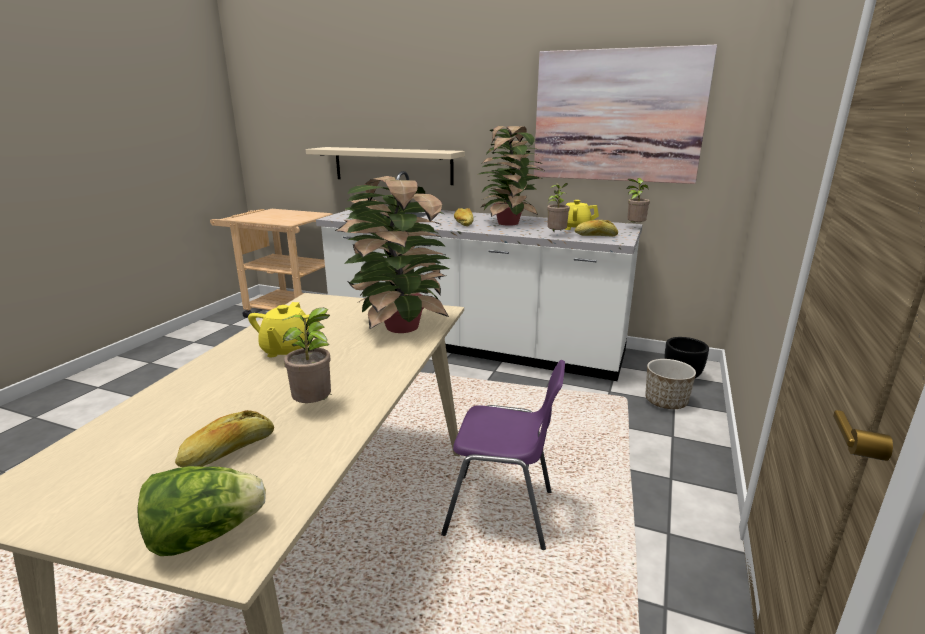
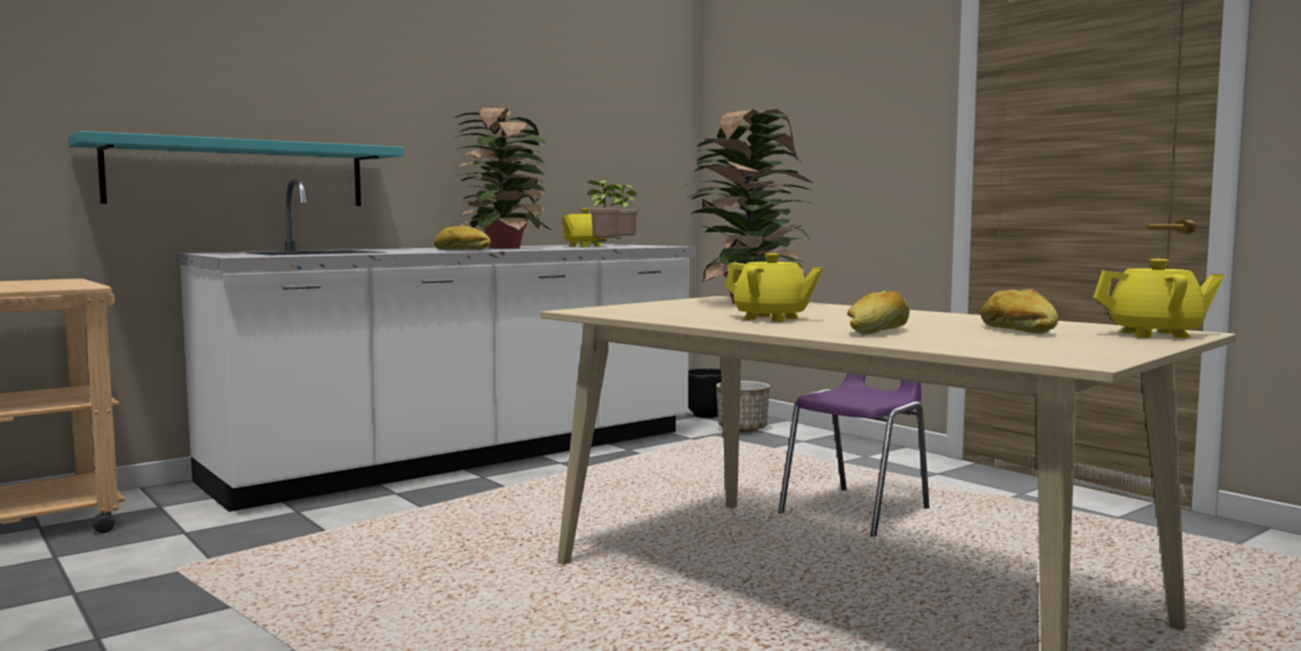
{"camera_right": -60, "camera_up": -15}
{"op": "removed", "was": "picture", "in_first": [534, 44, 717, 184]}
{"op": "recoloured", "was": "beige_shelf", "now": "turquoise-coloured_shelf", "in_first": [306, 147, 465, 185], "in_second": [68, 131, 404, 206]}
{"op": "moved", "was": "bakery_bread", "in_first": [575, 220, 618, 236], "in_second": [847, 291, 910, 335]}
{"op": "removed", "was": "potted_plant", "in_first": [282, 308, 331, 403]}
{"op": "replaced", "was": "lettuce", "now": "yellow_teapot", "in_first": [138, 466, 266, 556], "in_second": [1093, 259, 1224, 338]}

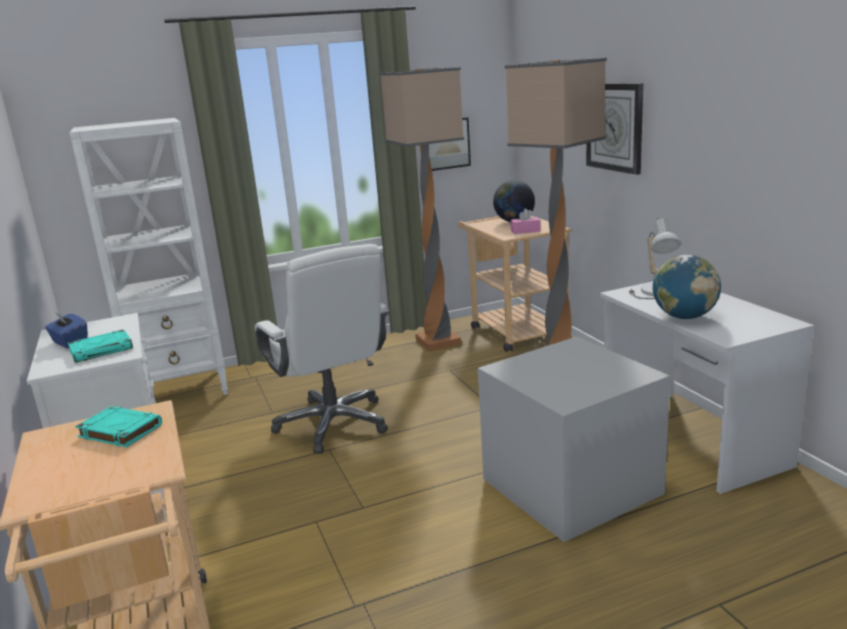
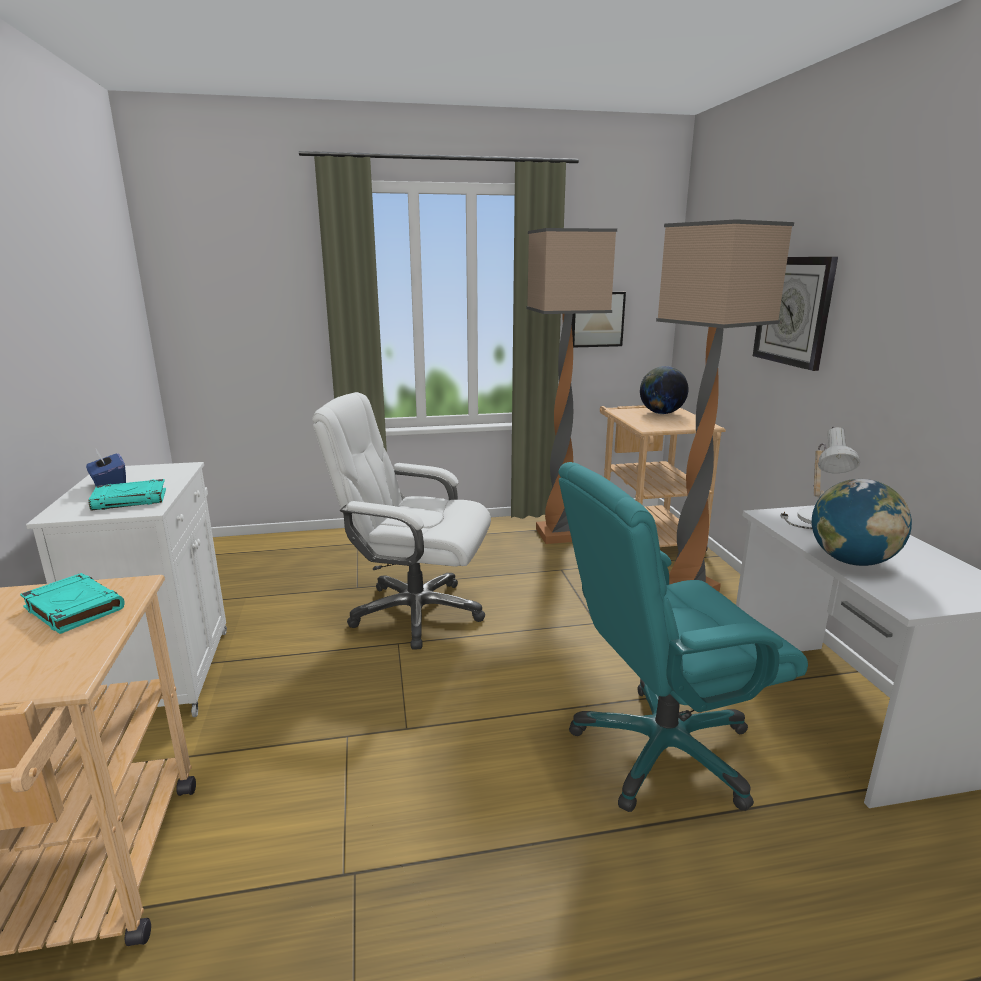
{"camera_right": 10, "camera_up": 0}
{"op": "removed", "was": "whitish_bookcase", "in_first": [69, 118, 228, 395]}
{"op": "removed", "was": "pink-coloured_tissue_holder", "in_first": [510, 209, 541, 234]}
{"op": "turned", "was": "whitish_office_chair", "in_first": [254, 244, 390, 454], "in_second": [312, 392, 491, 650], "clockwise": 120}
{"op": "replaced", "was": "gray_storage_box", "now": "turquoise-coloured_office_chair", "in_first": [478, 337, 670, 542], "in_second": [559, 462, 808, 812]}

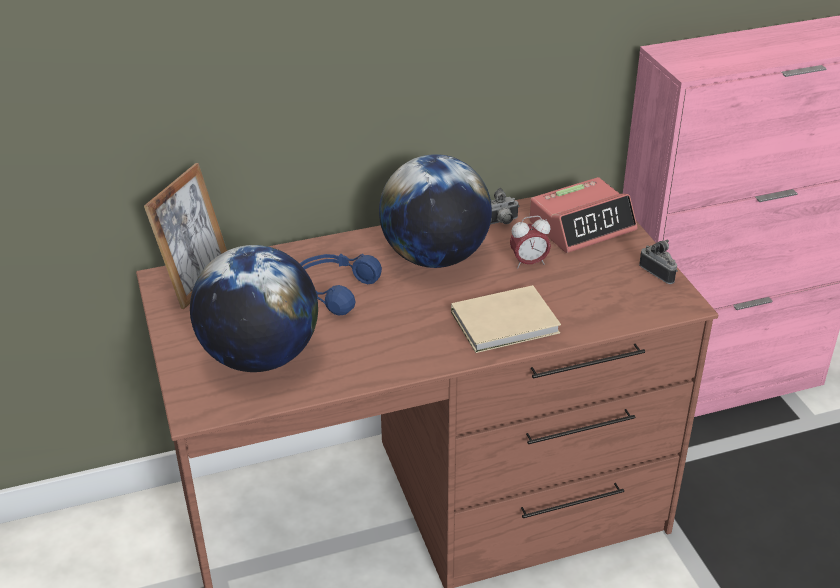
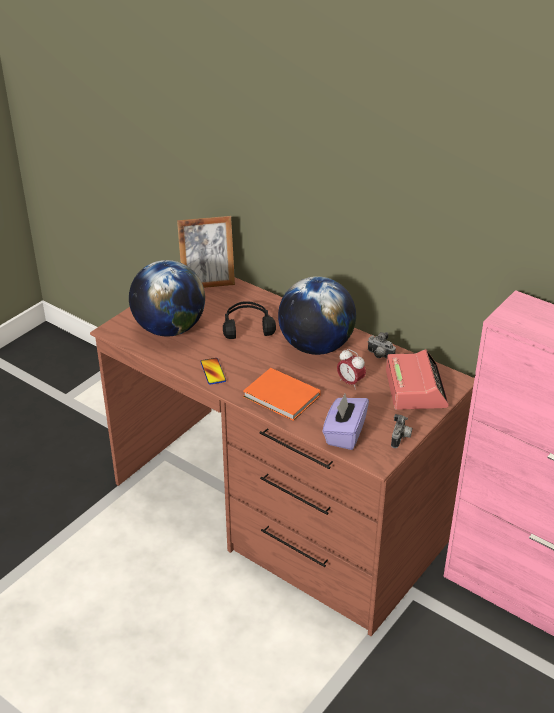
{"camera_right": 55, "camera_up": 0}
{"op": "turned", "was": "table_clock", "in_first": [529, 177, 637, 253], "in_second": [386, 349, 449, 410], "clockwise": -120}
{"op": "recoloured", "was": "blue_headset", "now": "blackish_headset", "in_first": [300, 254, 382, 316], "in_second": [223, 301, 276, 339]}
{"op": "recoloured", "was": "beige_volume", "now": "orangey_volume", "in_first": [451, 285, 561, 353], "in_second": [243, 368, 321, 421]}
{"op": "added", "now": "phone", "in_second": [200, 358, 226, 385]}
{"op": "added", "now": "purple_tissue_holder", "in_second": [322, 394, 369, 450]}

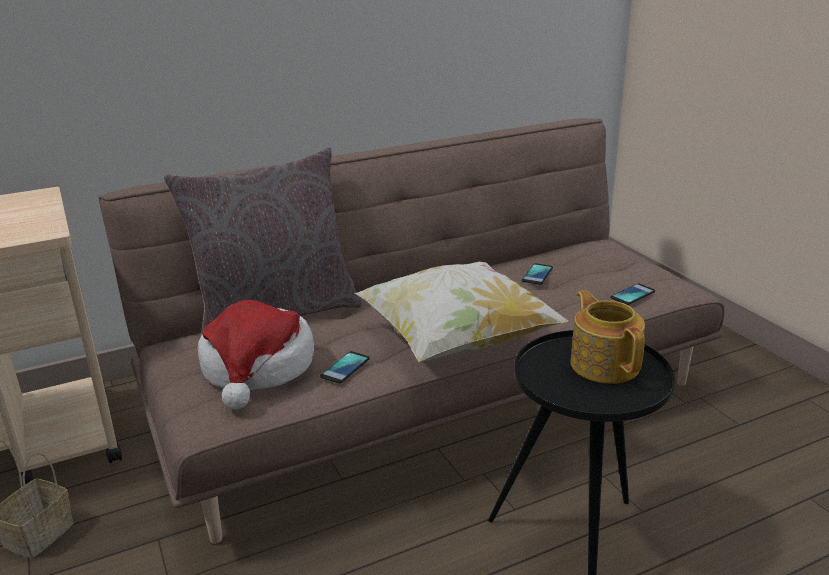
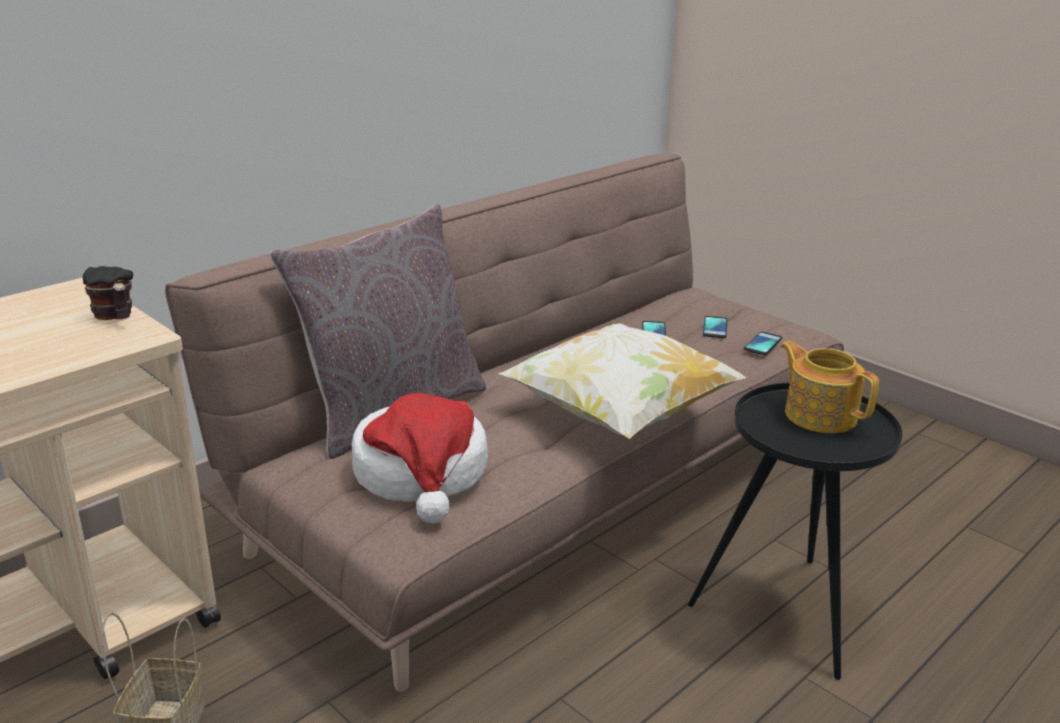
{"camera_right": -20, "camera_up": 0}
{"op": "moved", "was": "phone", "in_first": [320, 351, 370, 383], "in_second": [703, 316, 727, 338]}
{"op": "added", "now": "tea_mug", "in_second": [83, 266, 133, 320]}

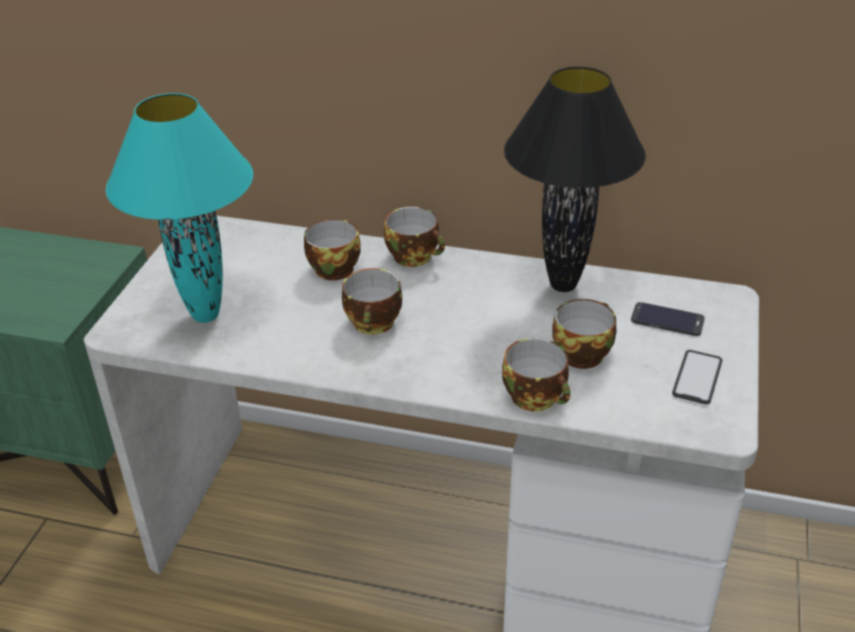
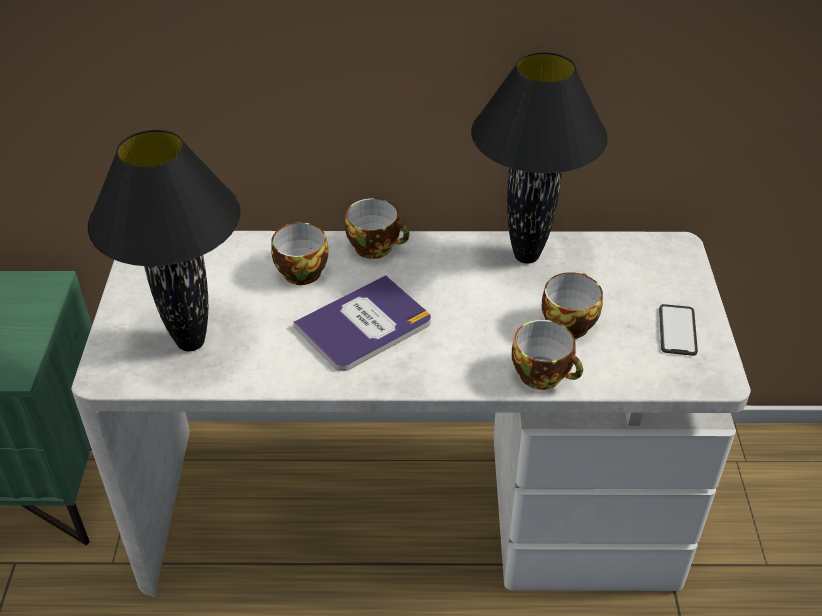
{"camera_right": -15, "camera_up": 5}
{"op": "recoloured", "was": "turquoise-coloured_table_lamp", "now": "blackish_table_lamp", "in_first": [106, 93, 253, 323], "in_second": [88, 130, 241, 351]}
{"op": "replaced", "was": "drinking_cup", "now": "volume", "in_first": [342, 268, 402, 335], "in_second": [293, 275, 431, 371]}
{"op": "removed", "was": "phone", "in_first": [631, 302, 705, 336]}

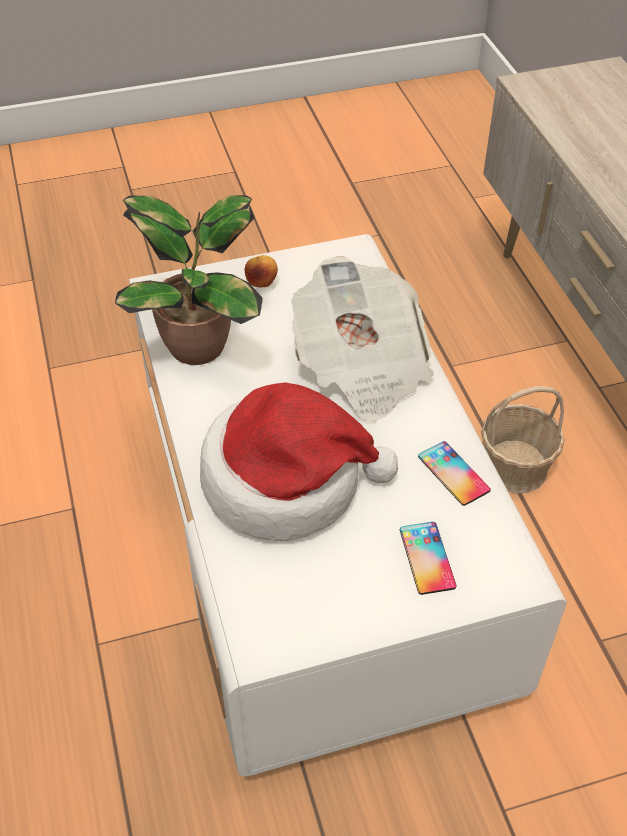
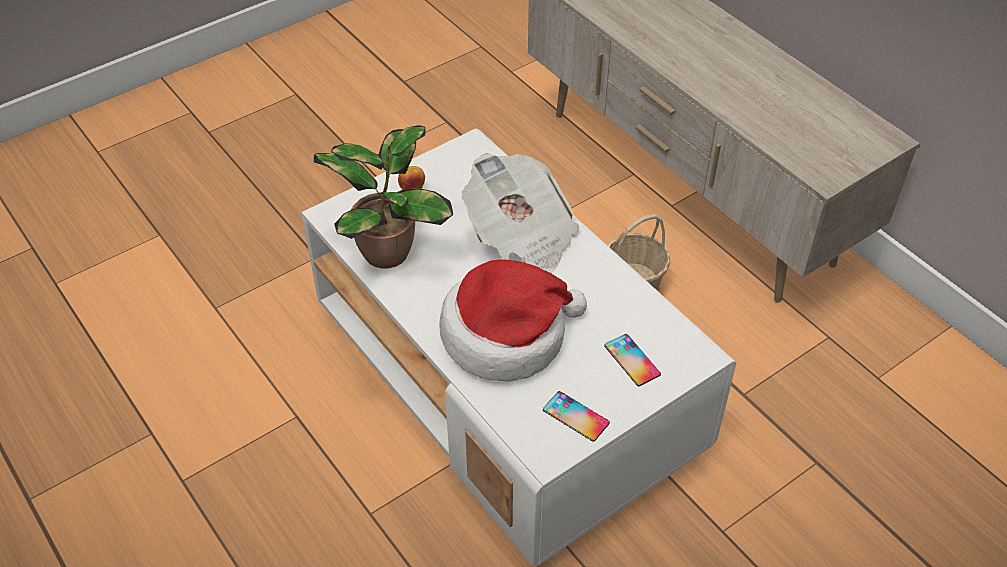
{"camera_right": -20, "camera_up": 0}
{"op": "moved", "was": "phone", "in_first": [418, 441, 491, 506], "in_second": [543, 391, 610, 442]}

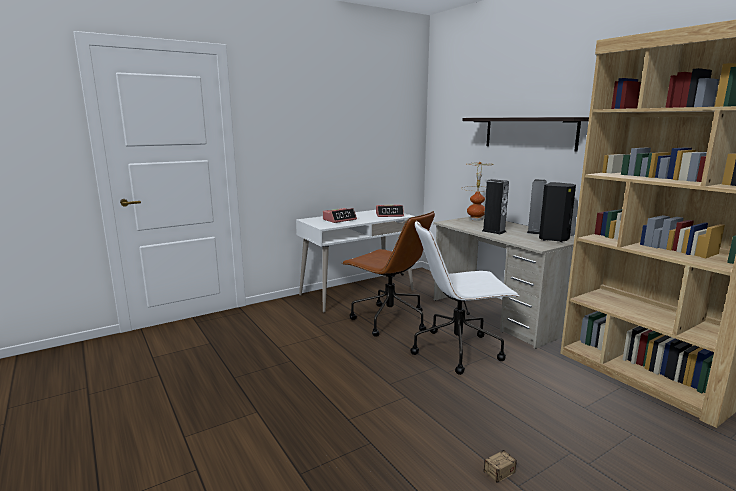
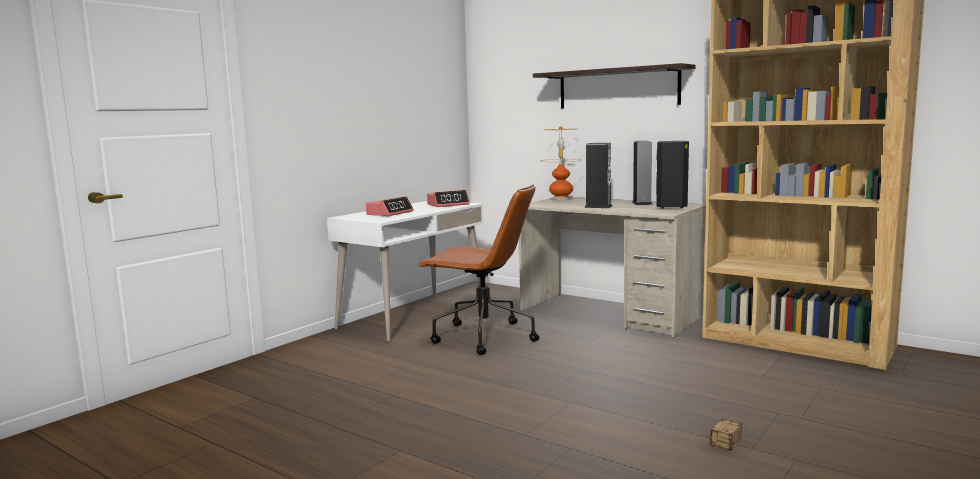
{"camera_right": -20, "camera_up": -5}
{"op": "removed", "was": "whitish_office_chair", "in_first": [411, 221, 519, 375]}

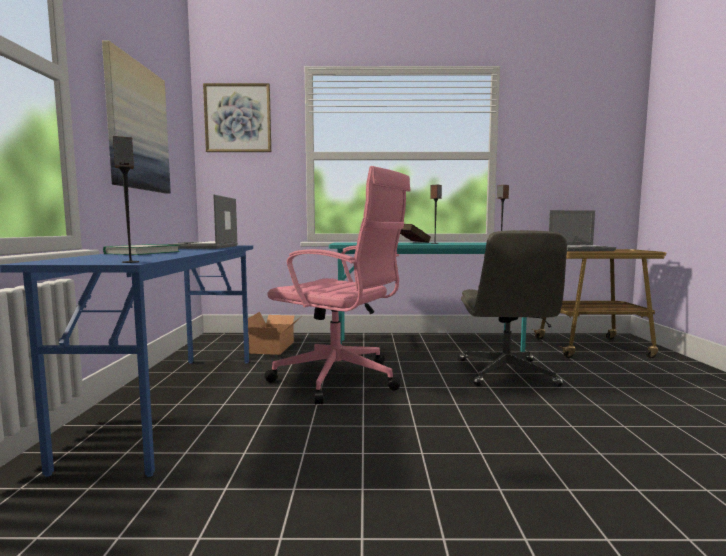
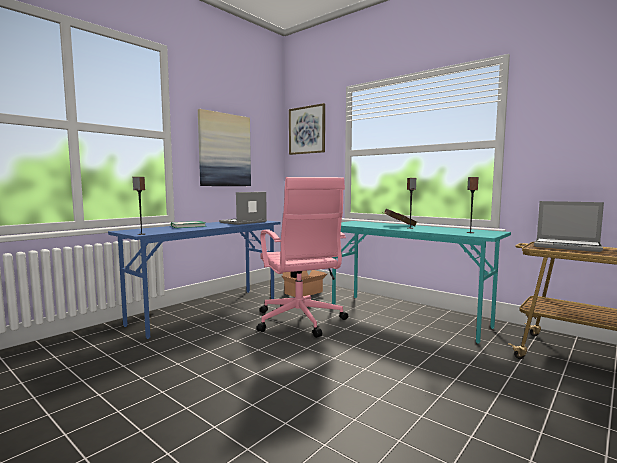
{"camera_right": 40, "camera_up": 0}
{"op": "removed", "was": "gray_office_chair", "in_first": [459, 230, 567, 387]}

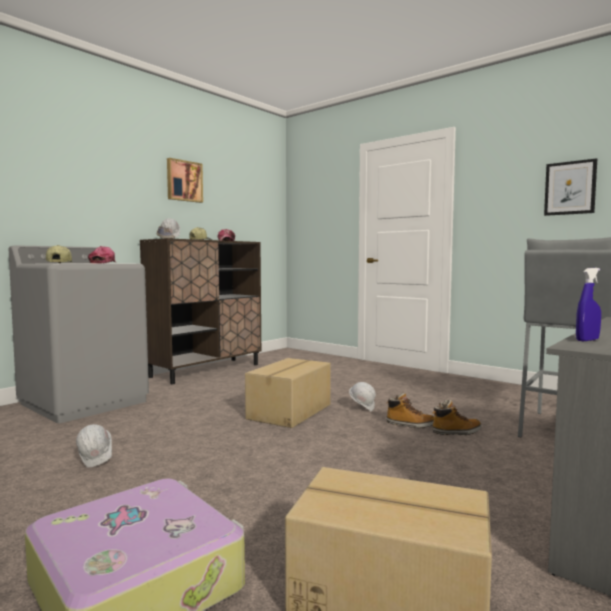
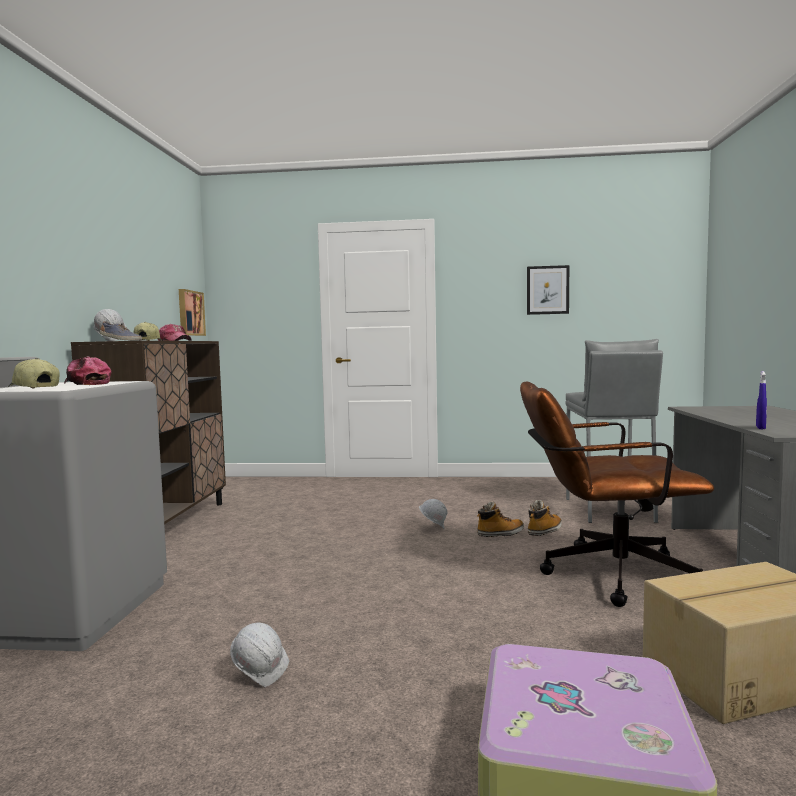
{"camera_right": -35, "camera_up": 0}
{"op": "moved", "was": "picture", "in_first": [167, 158, 203, 203], "in_second": [179, 289, 206, 336]}
{"op": "removed", "was": "carton", "in_first": [245, 358, 331, 428]}
{"op": "added", "now": "brown-coloured_office_chair", "in_second": [520, 382, 714, 607]}

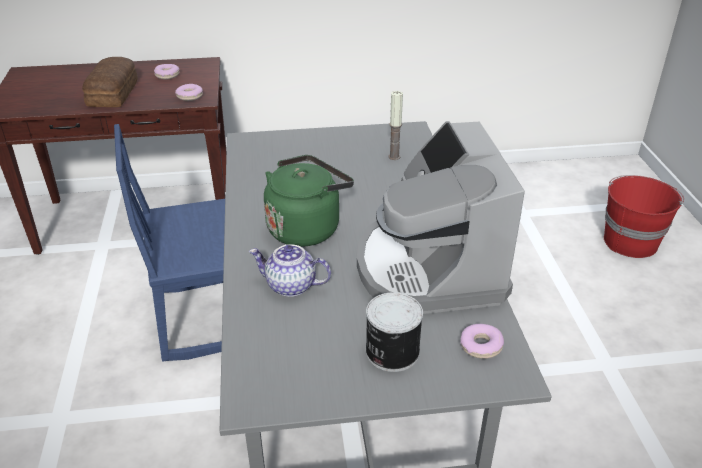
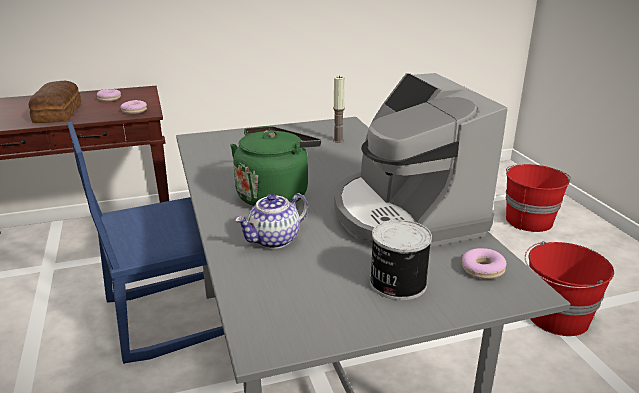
{"camera_right": -10, "camera_up": -10}
{"op": "turned", "was": "teapot", "in_first": [249, 244, 331, 297], "in_second": [235, 193, 308, 249], "clockwise": -45}
{"op": "added", "now": "red_water_bucket", "in_second": [525, 241, 614, 336]}

